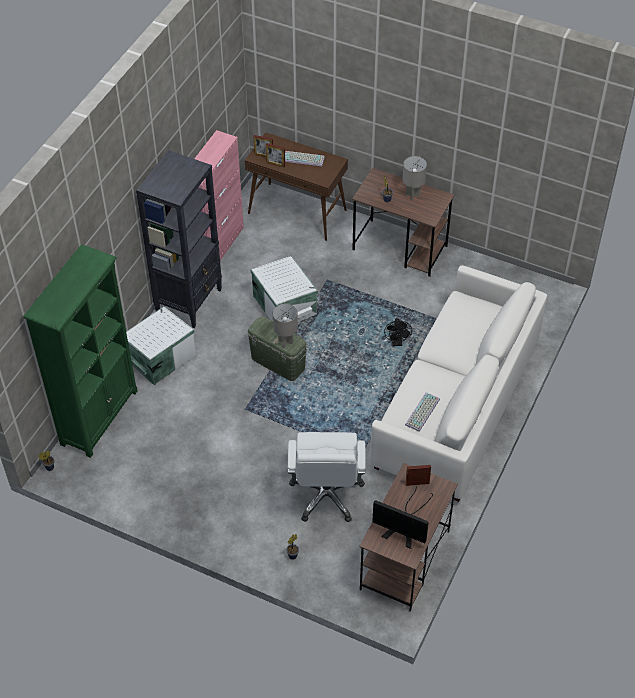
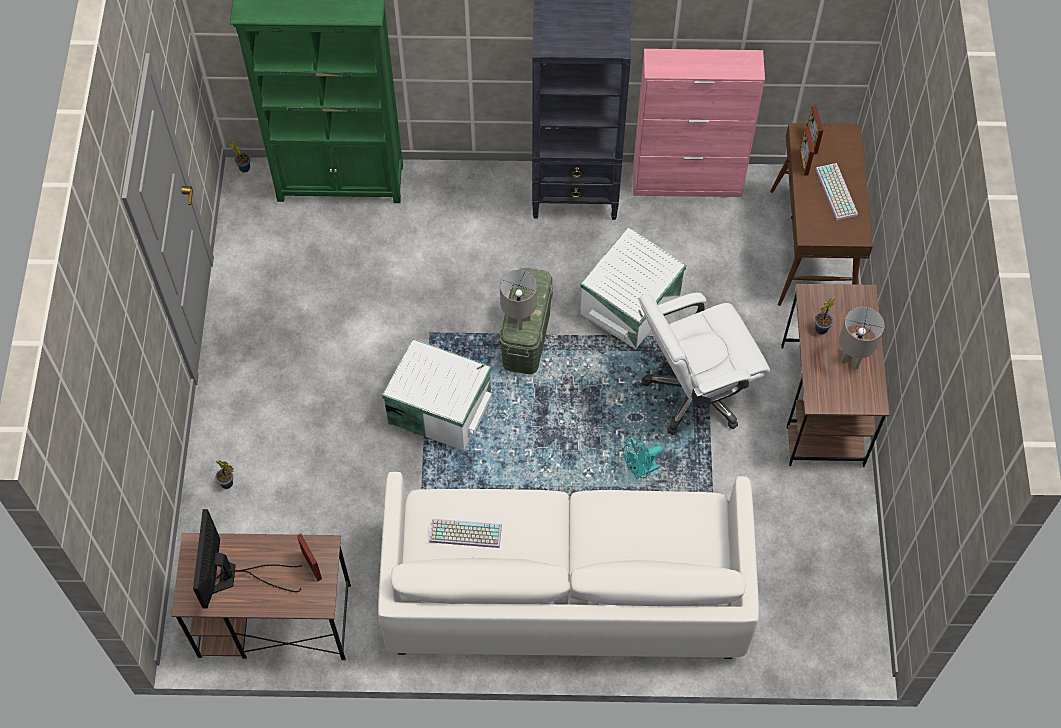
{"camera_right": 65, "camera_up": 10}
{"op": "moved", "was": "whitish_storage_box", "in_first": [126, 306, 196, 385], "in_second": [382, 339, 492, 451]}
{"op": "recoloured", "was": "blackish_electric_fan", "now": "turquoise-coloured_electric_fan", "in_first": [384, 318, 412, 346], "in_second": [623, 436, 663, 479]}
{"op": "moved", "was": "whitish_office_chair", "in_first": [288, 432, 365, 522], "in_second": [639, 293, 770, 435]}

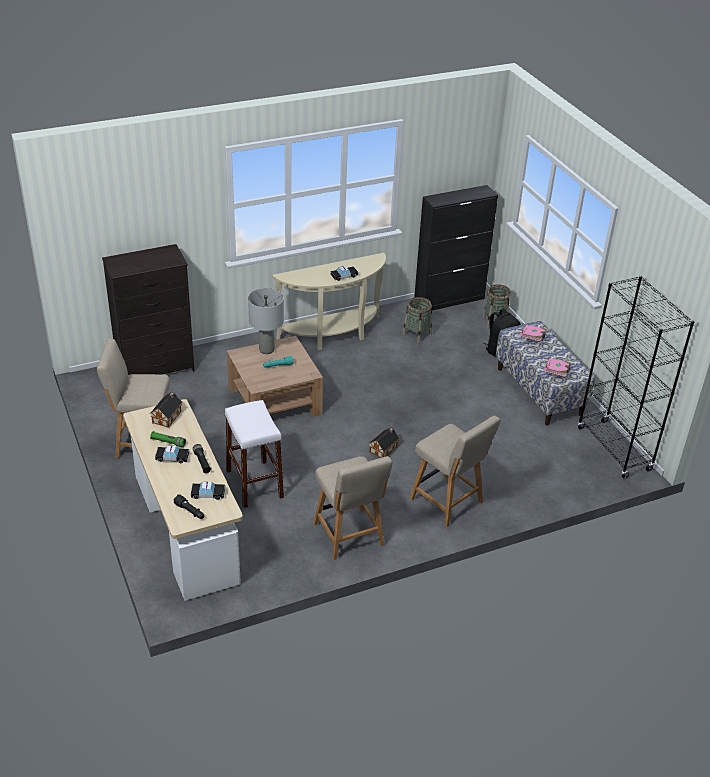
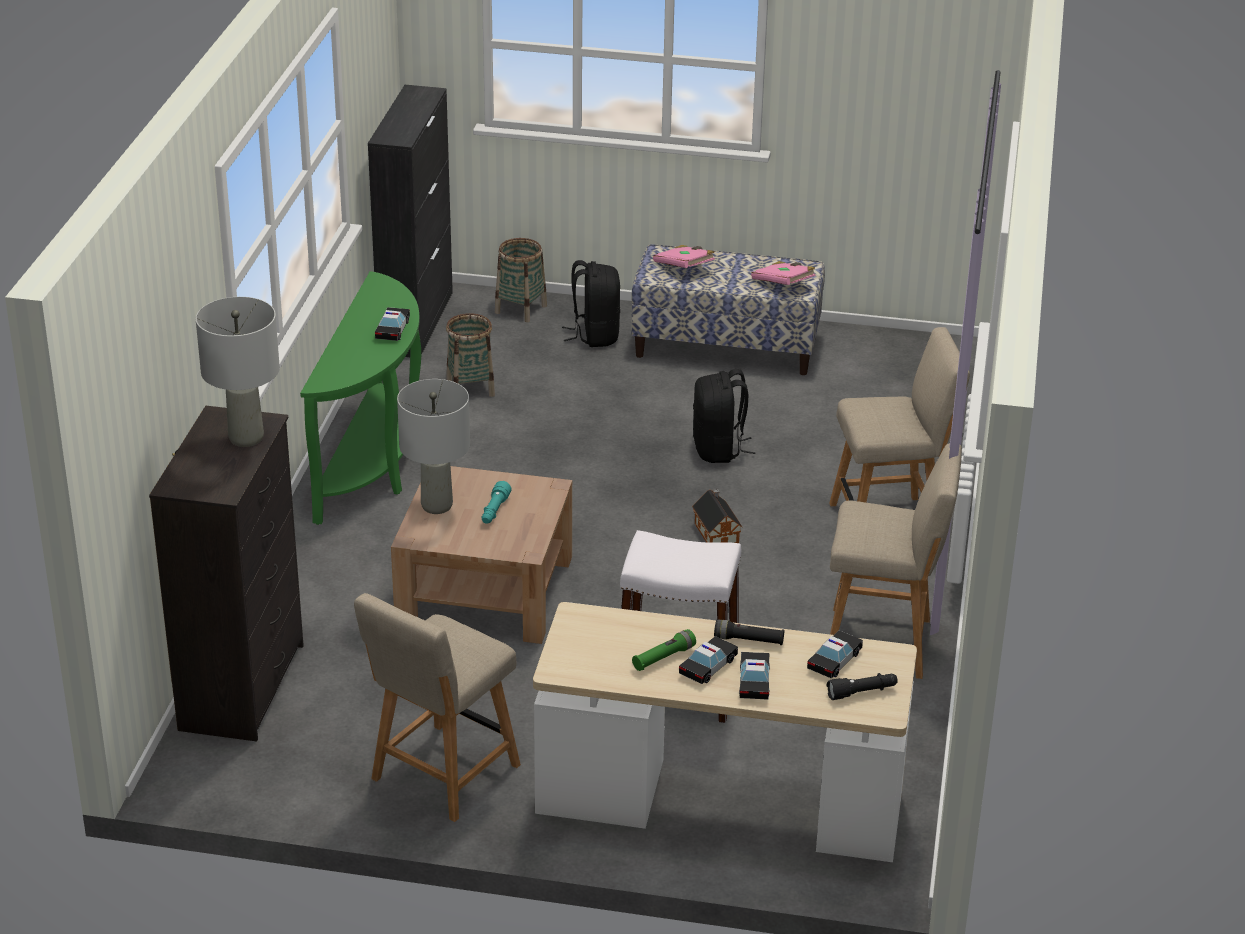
{"camera_right": -55, "camera_up": -5}
{"op": "recoloured", "was": "beige_narrow_table", "now": "green_narrow_table", "in_first": [272, 253, 386, 350], "in_second": [300, 271, 421, 525]}
{"op": "removed", "was": "blackish_bookcase", "in_first": [578, 275, 694, 479]}
{"op": "removed", "was": "miniature_house", "in_first": [150, 392, 182, 428]}
{"op": "added", "now": "gray_table_lamp", "in_second": [195, 297, 280, 447]}
{"op": "added", "now": "blackish_rucksack", "in_second": [693, 369, 756, 463]}
{"op": "added", "now": "model_car", "in_second": [739, 652, 770, 700]}

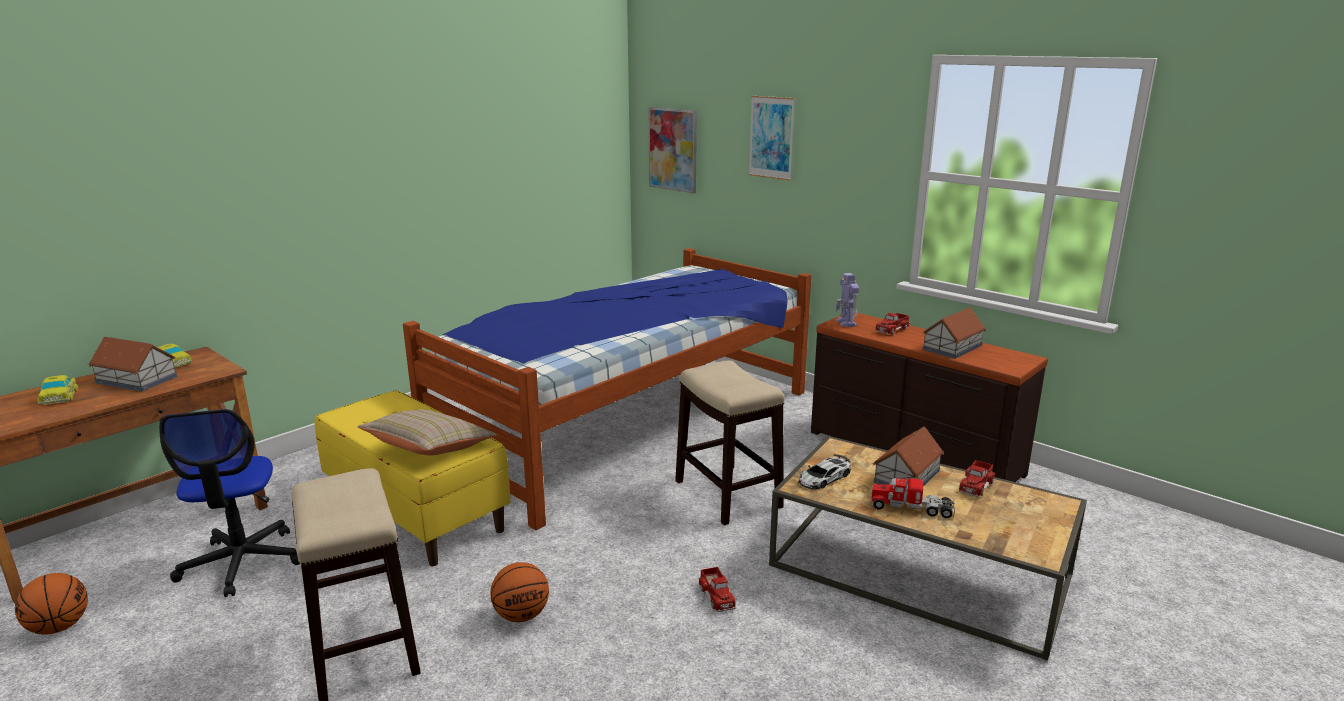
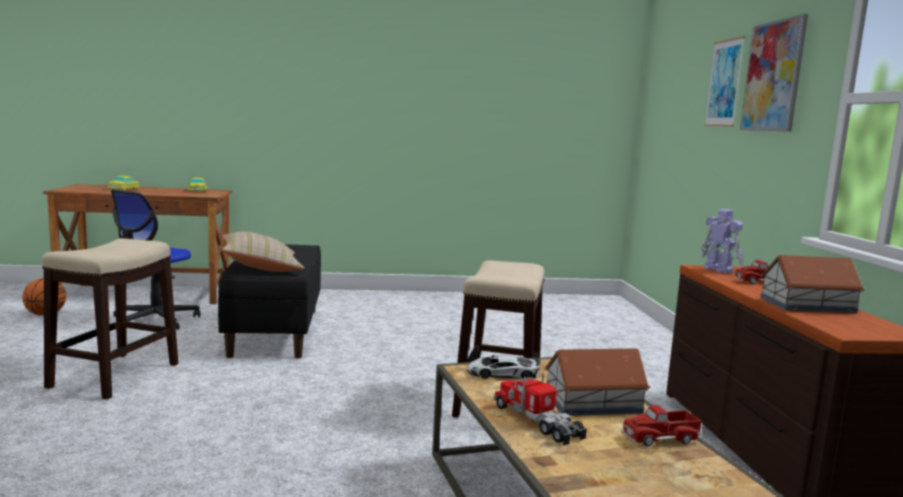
{"camera_right": 40, "camera_up": -10}
{"op": "moved", "was": "picture", "in_first": [648, 107, 697, 194], "in_second": [740, 14, 808, 131]}
{"op": "removed", "was": "sleeping_bed", "in_first": [403, 248, 811, 530]}
{"op": "turned", "was": "model_robot", "in_first": [836, 273, 859, 327], "in_second": [700, 209, 743, 273], "clockwise": 120}
{"op": "removed", "was": "miniature_house", "in_first": [88, 337, 177, 392]}
{"op": "recoloured", "was": "yellow_long_seat", "now": "blackish_long_seat", "in_first": [315, 390, 510, 566], "in_second": [218, 244, 321, 358]}
{"op": "removed", "was": "ball_for_basketball", "in_first": [490, 562, 549, 622]}
{"op": "removed", "was": "toy_truck", "in_first": [699, 567, 736, 612]}

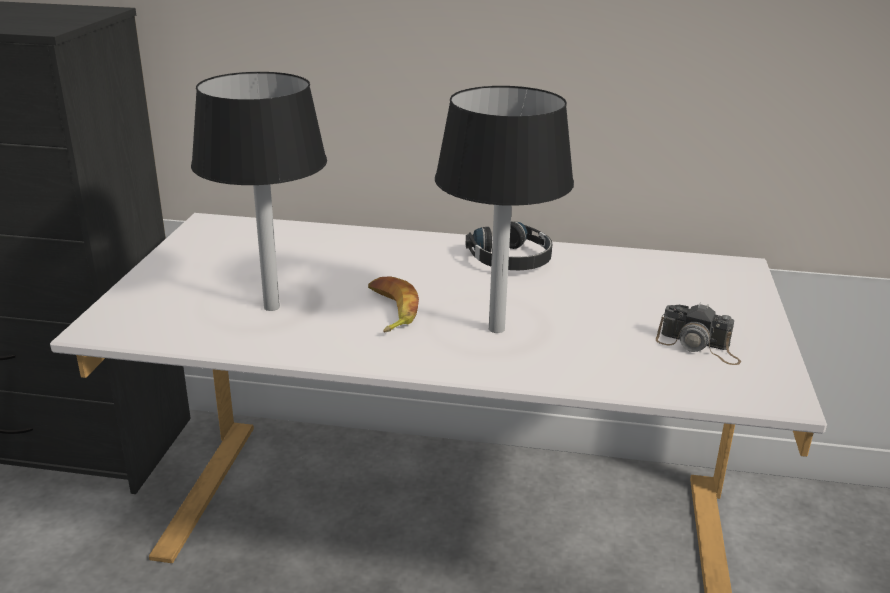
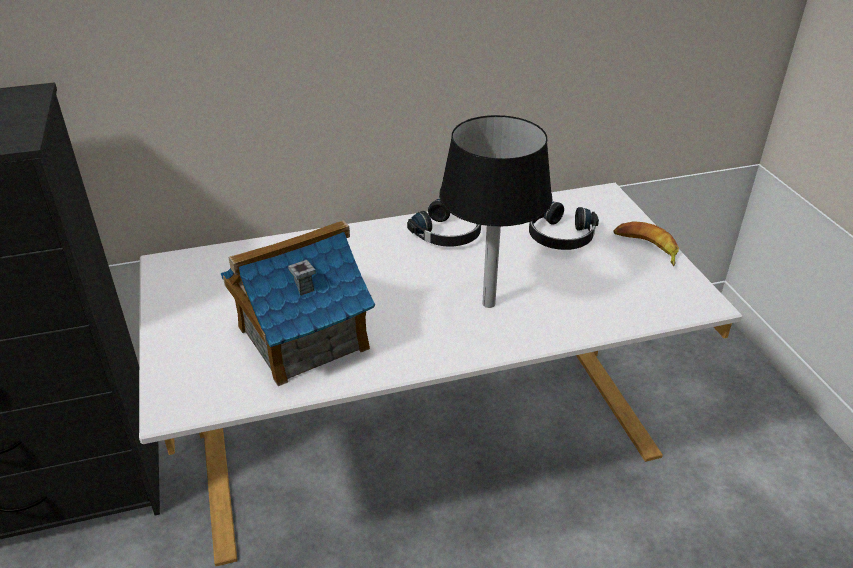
{"camera_right": -25, "camera_up": 10}
{"op": "replaced", "was": "blackish_table_lamp", "now": "miniature_house", "in_first": [191, 72, 327, 311], "in_second": [221, 220, 375, 386]}
{"op": "moved", "was": "banana_fruit", "in_first": [368, 276, 419, 332], "in_second": [613, 221, 679, 266]}
{"op": "removed", "was": "photo_camera", "in_first": [656, 303, 741, 365]}
{"op": "added", "now": "blackish_headset", "in_second": [529, 202, 599, 250]}

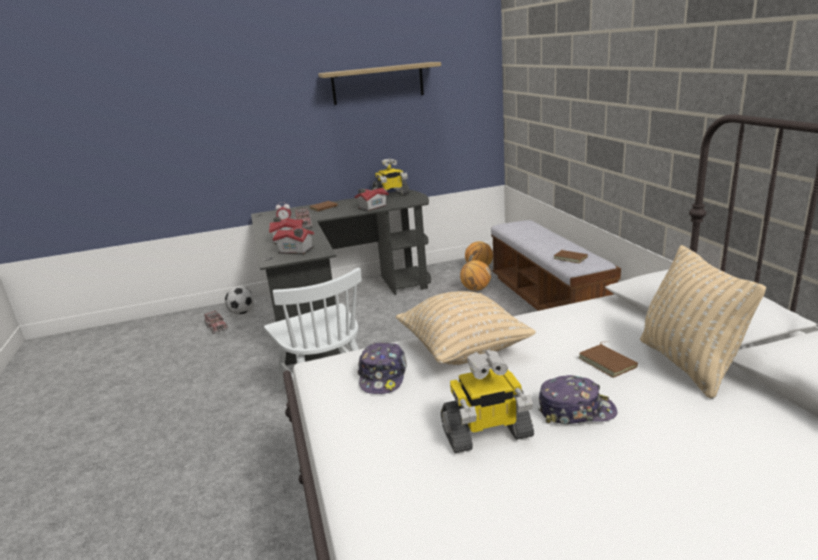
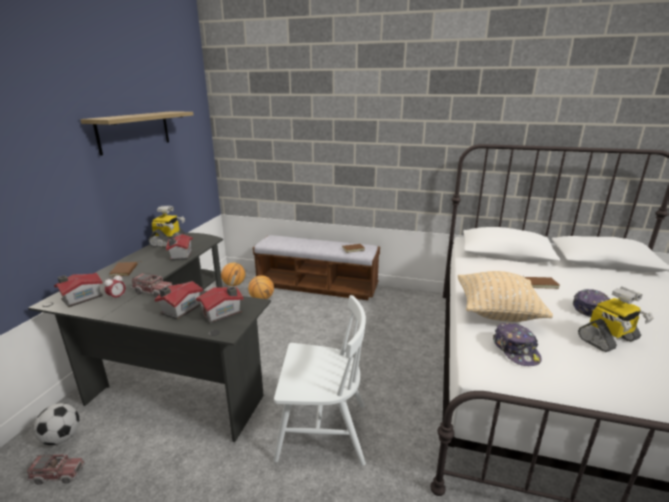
{"camera_right": -60, "camera_up": 0}
{"op": "removed", "was": "beige_cushion", "in_first": [640, 245, 766, 399]}
{"op": "turned", "was": "cap", "in_first": [357, 343, 407, 394], "in_second": [493, 323, 542, 366], "clockwise": 45}
{"op": "turned", "was": "model_robot", "in_first": [441, 350, 534, 453], "in_second": [578, 287, 654, 352], "clockwise": 45}
{"op": "added", "now": "miniature_house", "in_second": [54, 273, 103, 307]}

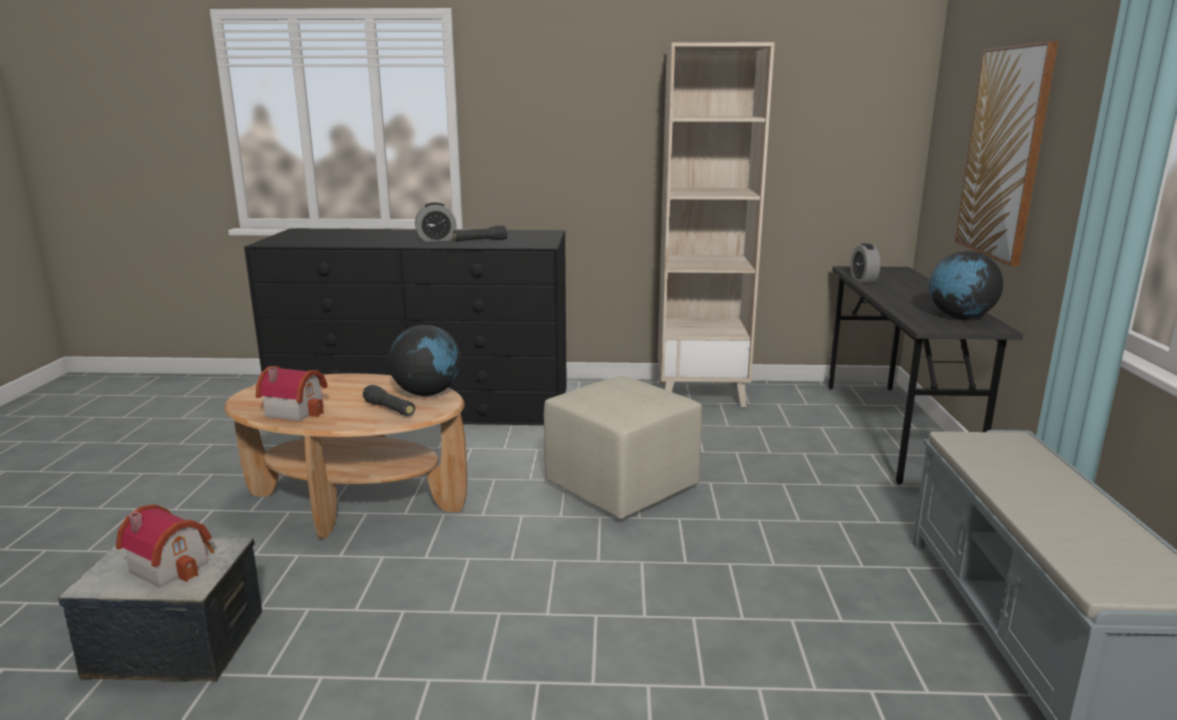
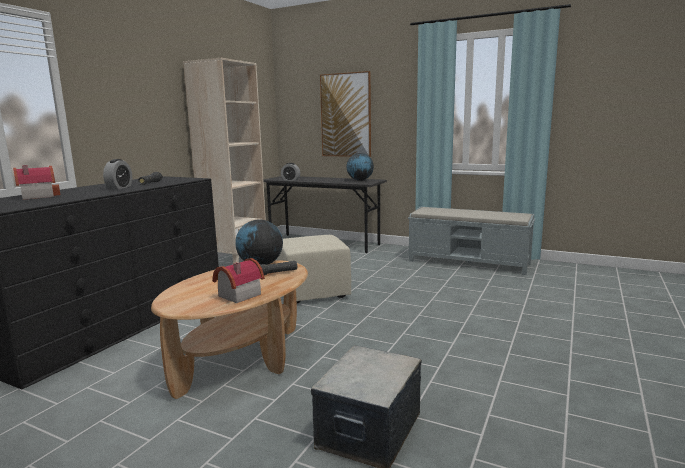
{"camera_right": -65, "camera_up": -5}
{"op": "moved", "was": "miniature_house", "in_first": [116, 504, 214, 588], "in_second": [13, 165, 60, 200]}

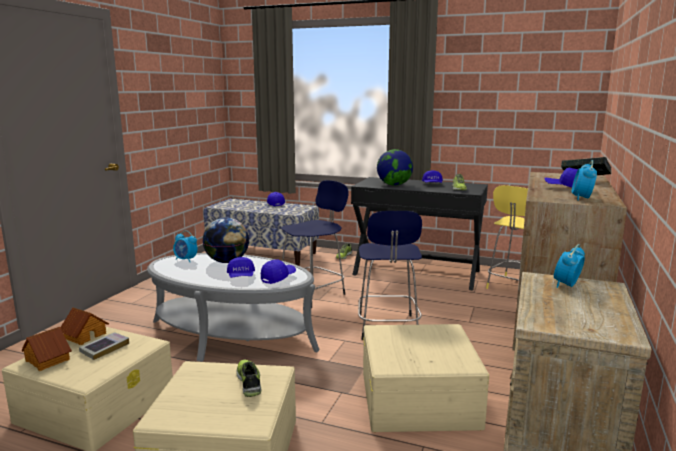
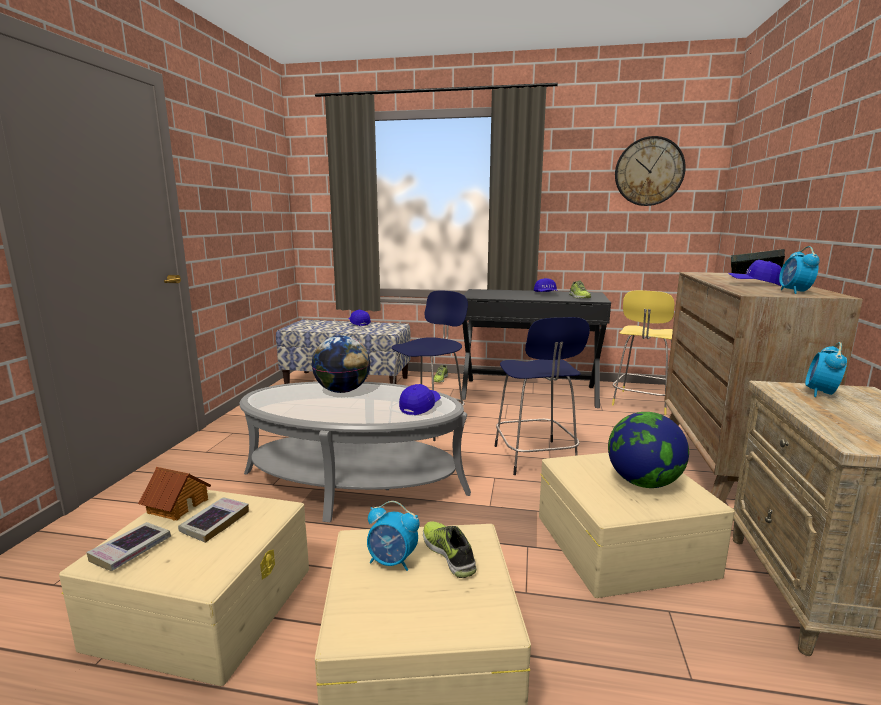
{"camera_right": -10, "camera_up": 0}
{"op": "moved", "was": "globe", "in_first": [377, 149, 413, 186], "in_second": [608, 412, 689, 488]}
{"op": "moved", "was": "table_clock", "in_first": [173, 231, 198, 262], "in_second": [367, 501, 419, 571]}
{"op": "removed", "was": "blue_cap", "in_first": [227, 257, 255, 278]}
{"op": "replaced", "was": "miniature_house", "now": "volume", "in_first": [22, 327, 72, 371], "in_second": [86, 522, 171, 571]}
{"op": "added", "now": "clock_on_the_wall", "in_second": [615, 136, 686, 206]}

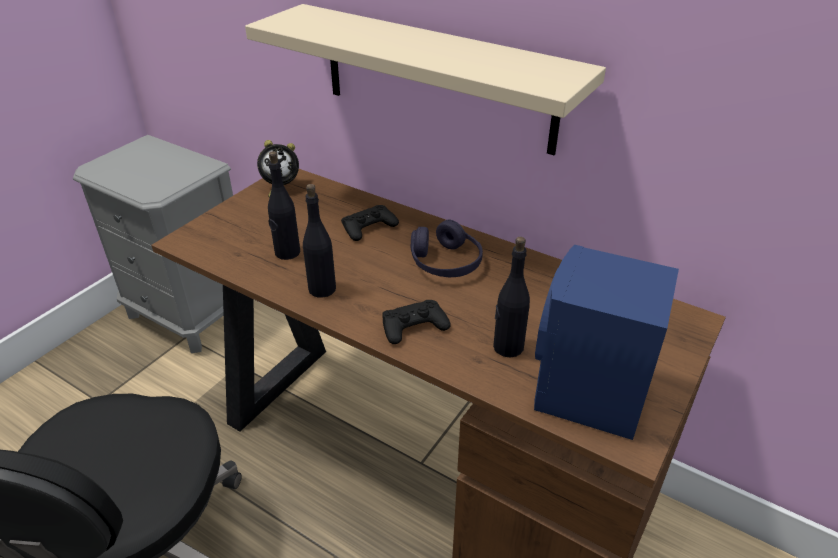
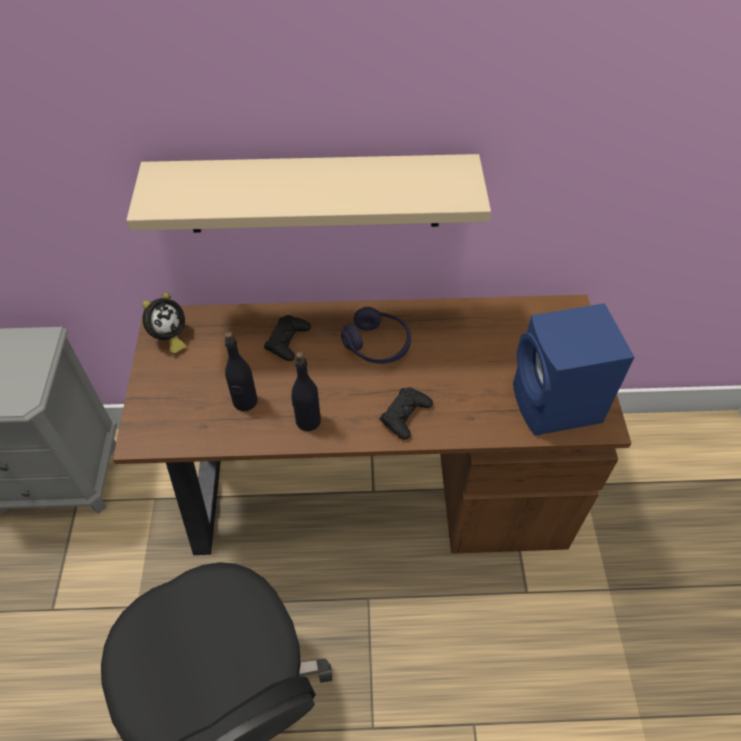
{"camera_right": -35, "camera_up": 15}
{"op": "removed", "was": "blackish_drink_bottle", "in_first": [493, 237, 530, 357]}

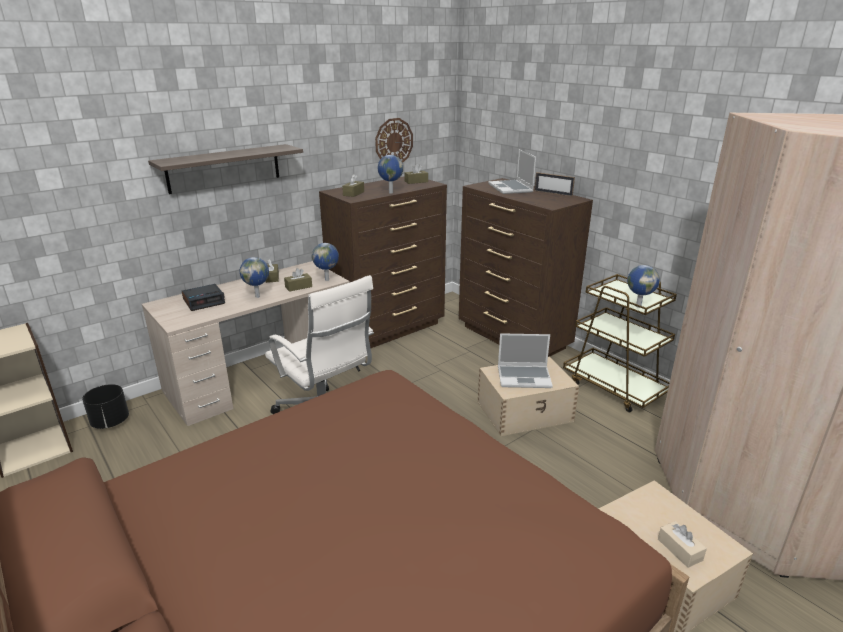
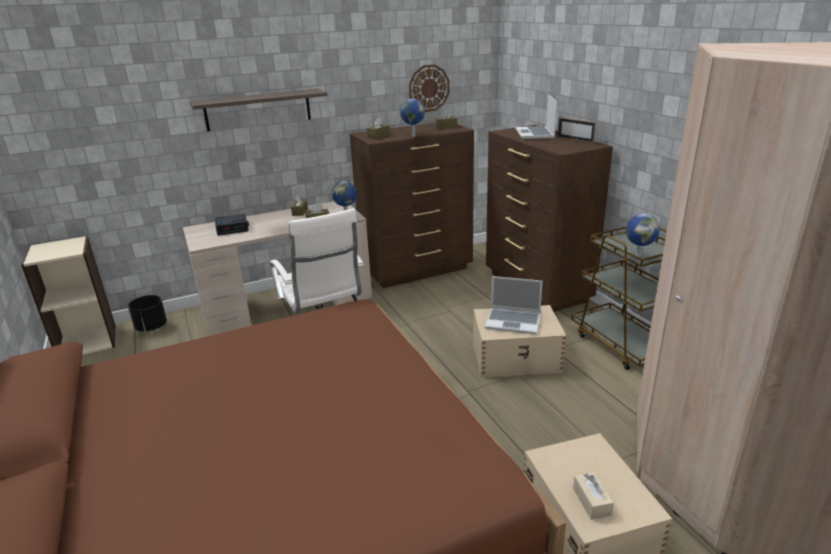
{"camera_right": 15, "camera_up": 0}
{"op": "removed", "was": "globe", "in_first": [239, 257, 269, 298]}

